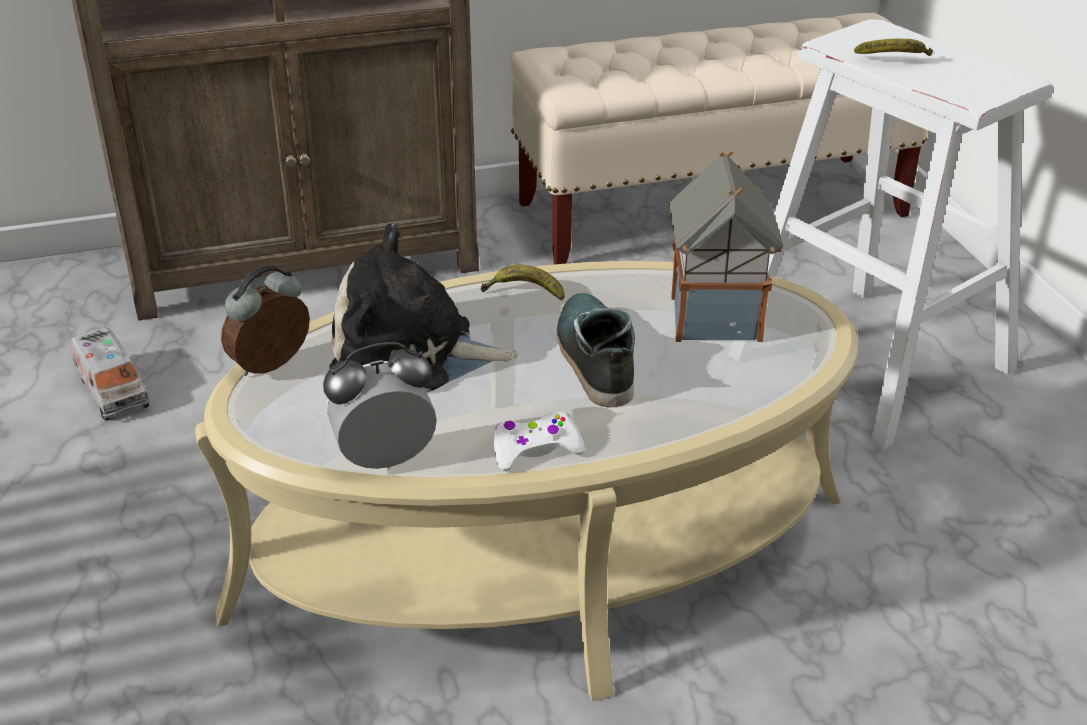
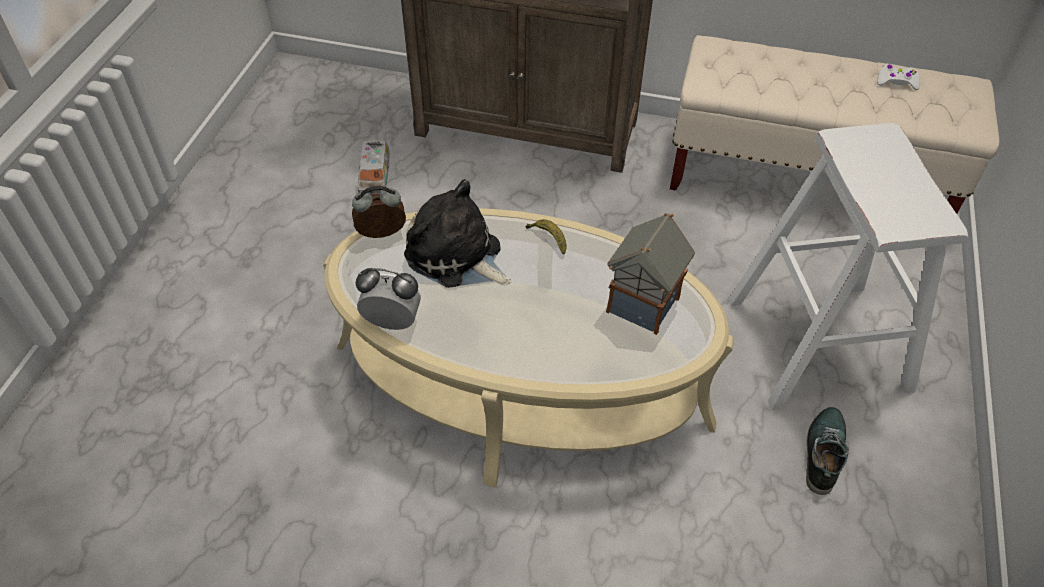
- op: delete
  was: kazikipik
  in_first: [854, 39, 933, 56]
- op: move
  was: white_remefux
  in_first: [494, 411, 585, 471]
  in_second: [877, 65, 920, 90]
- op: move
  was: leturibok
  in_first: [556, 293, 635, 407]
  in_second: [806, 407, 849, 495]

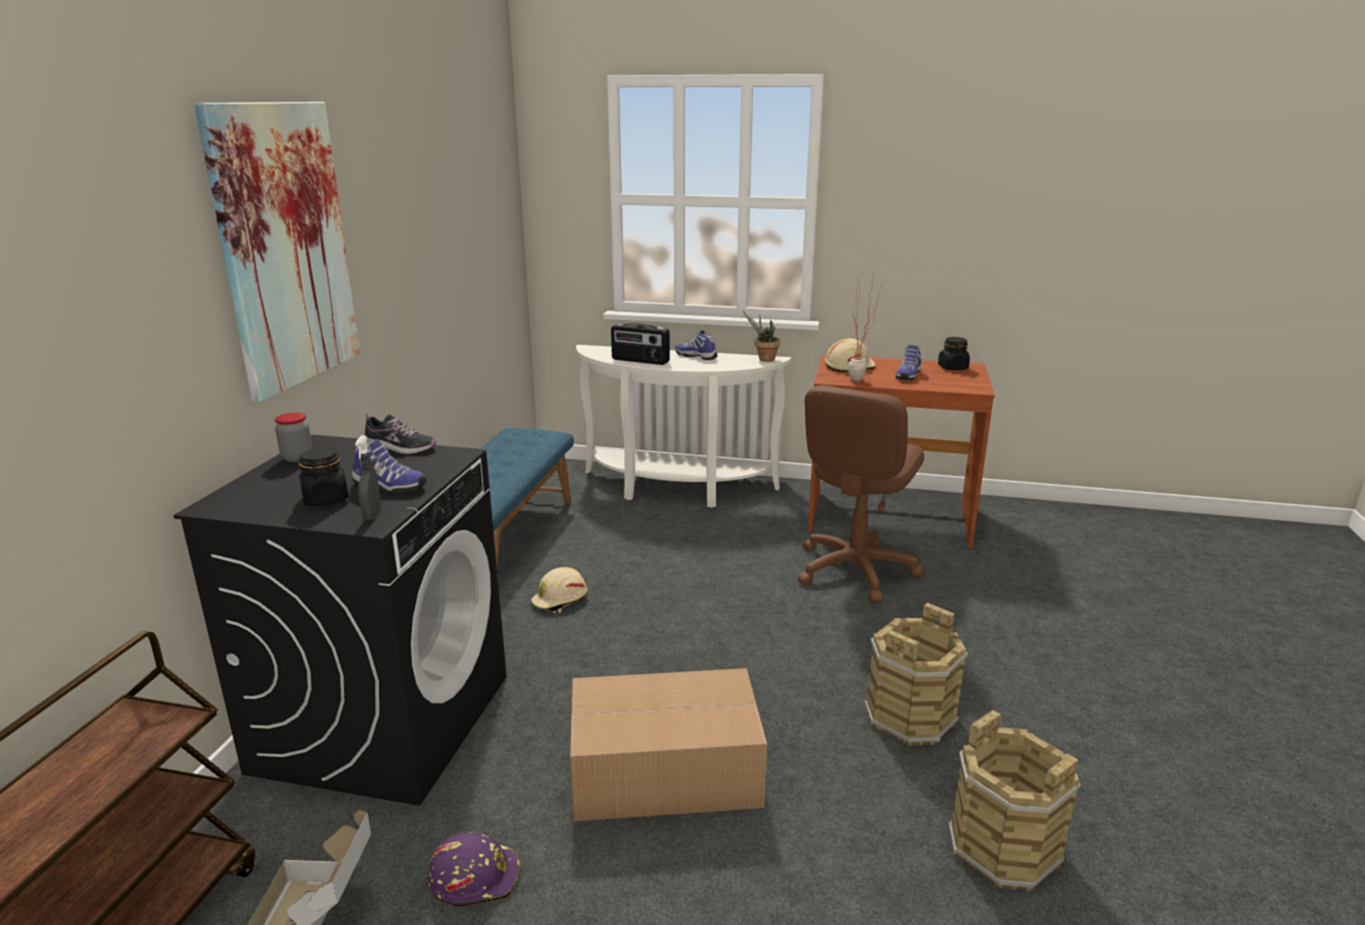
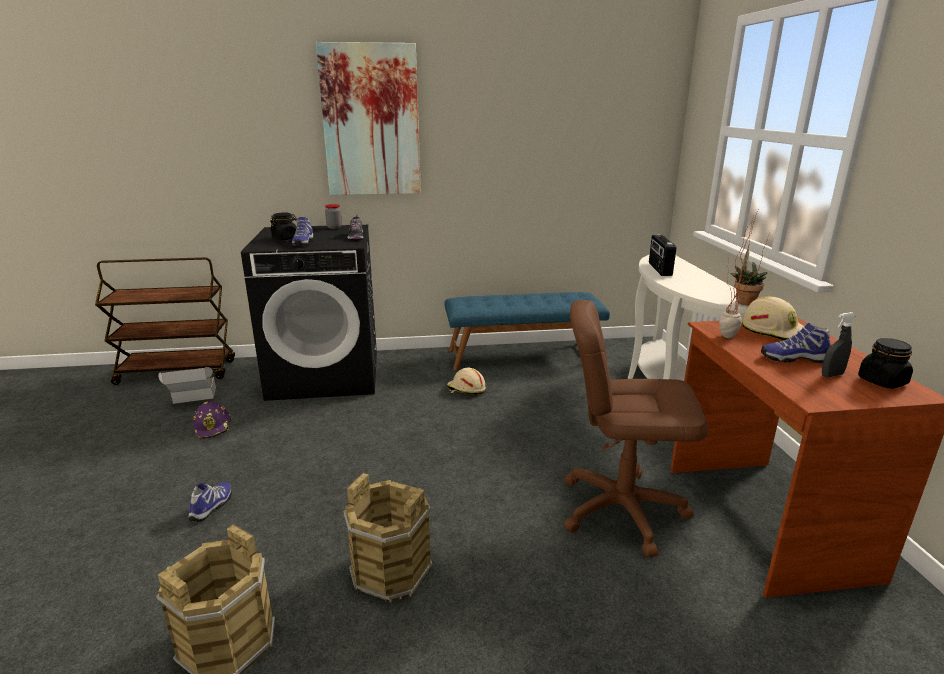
- op: delete
  was: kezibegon
  in_first: [570, 668, 767, 821]
- op: move
  was: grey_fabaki
  in_first: [355, 435, 381, 521]
  in_second: [822, 312, 856, 377]
- op: move
  was: leturibok
  in_first: [675, 330, 718, 360]
  in_second: [189, 482, 232, 522]

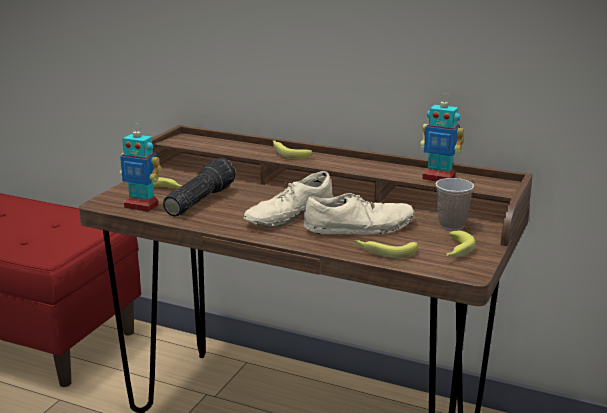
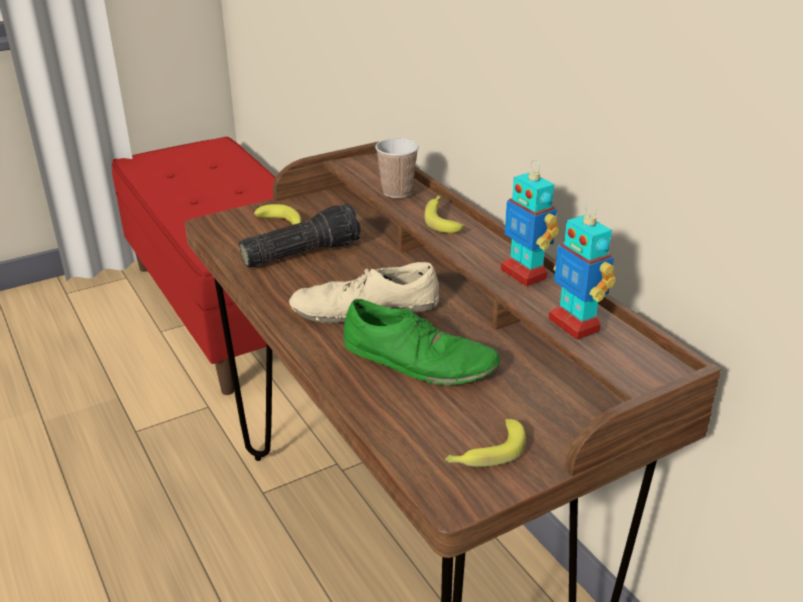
- op: delete
  was: kazikipik
  in_first: [355, 240, 418, 258]
- op: move
  was: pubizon
  in_first: [119, 123, 162, 212]
  in_second: [501, 160, 559, 287]
- op: move
  was: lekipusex
  in_first: [436, 178, 474, 230]
  in_second: [375, 138, 419, 198]
- op: recolor
  was: beige_leturibok
  now: green_leturibok
  in_first: [304, 193, 415, 235]
  in_second: [343, 299, 500, 385]

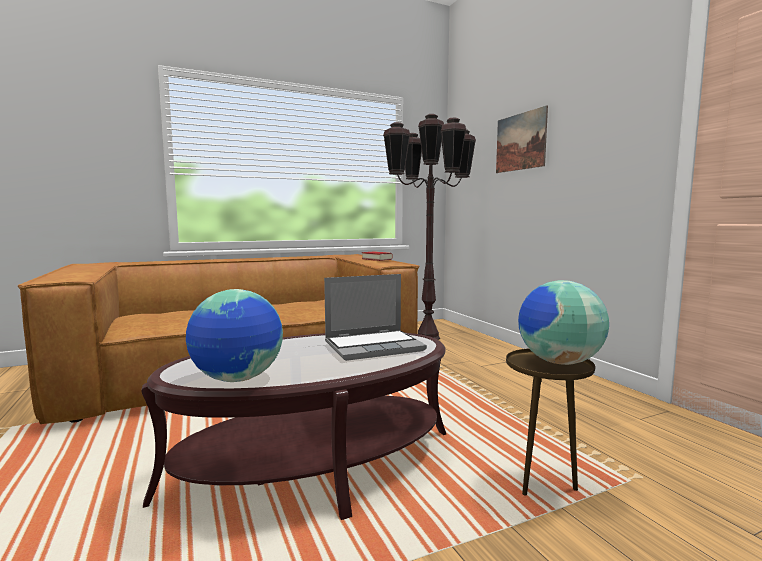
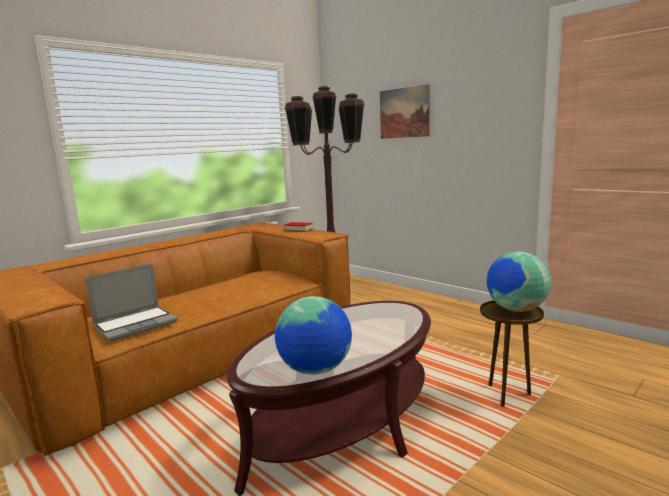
- op: move
  was: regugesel
  in_first: [324, 274, 427, 361]
  in_second: [85, 263, 178, 342]

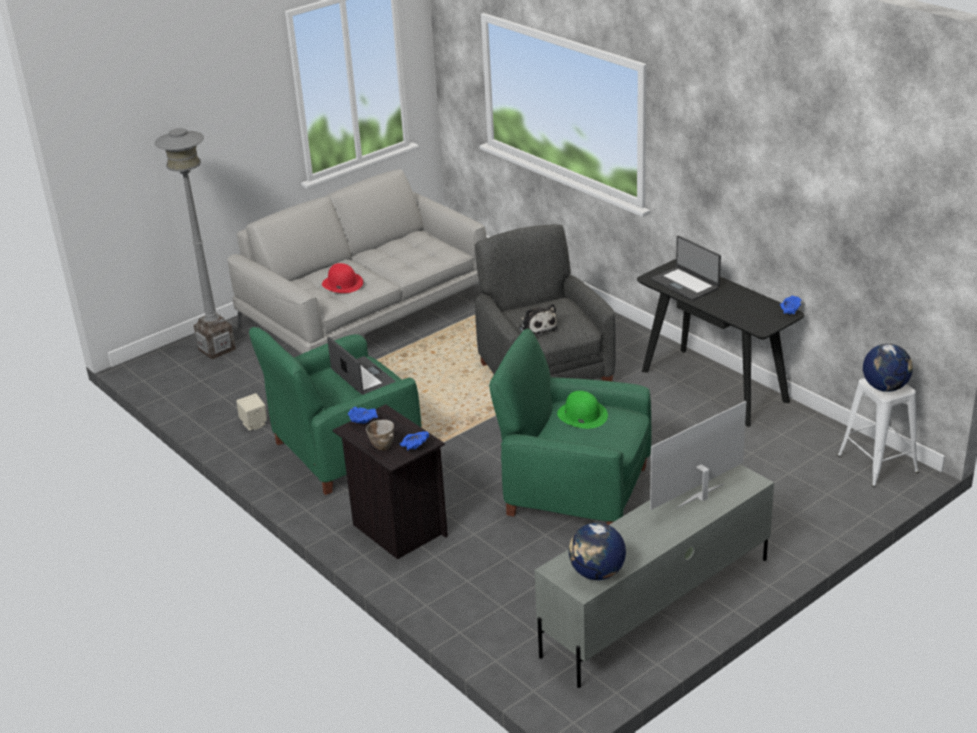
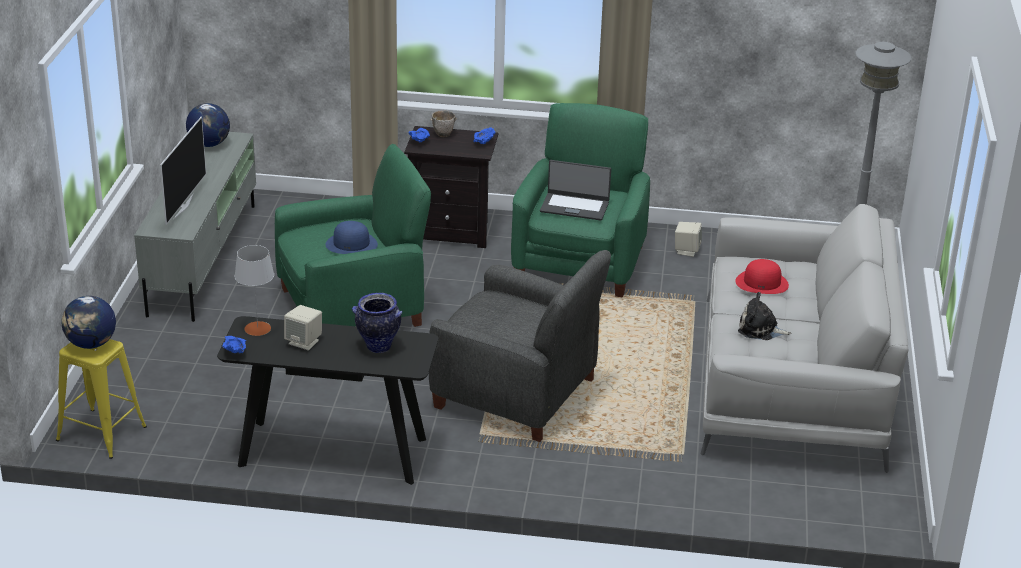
- op: insert
  now: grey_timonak
  in_second: [235, 245, 274, 336]
- op: insert
  now: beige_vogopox
  in_second: [284, 305, 322, 350]
- op: move
  was: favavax
  in_first: [519, 304, 558, 337]
  in_second: [738, 292, 792, 340]
- op: replace
  was: regugesel
  now: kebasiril
  in_first: [651, 236, 721, 301]
  in_second: [352, 293, 402, 353]
- op: recolor
  was: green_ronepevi
  now: blue_ronepevi
  in_first: [557, 391, 608, 429]
  in_second: [326, 221, 378, 254]
- op: recolor
  was: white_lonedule
  now: yellow_lonedule
  in_first: [837, 378, 919, 487]
  in_second: [56, 339, 147, 459]

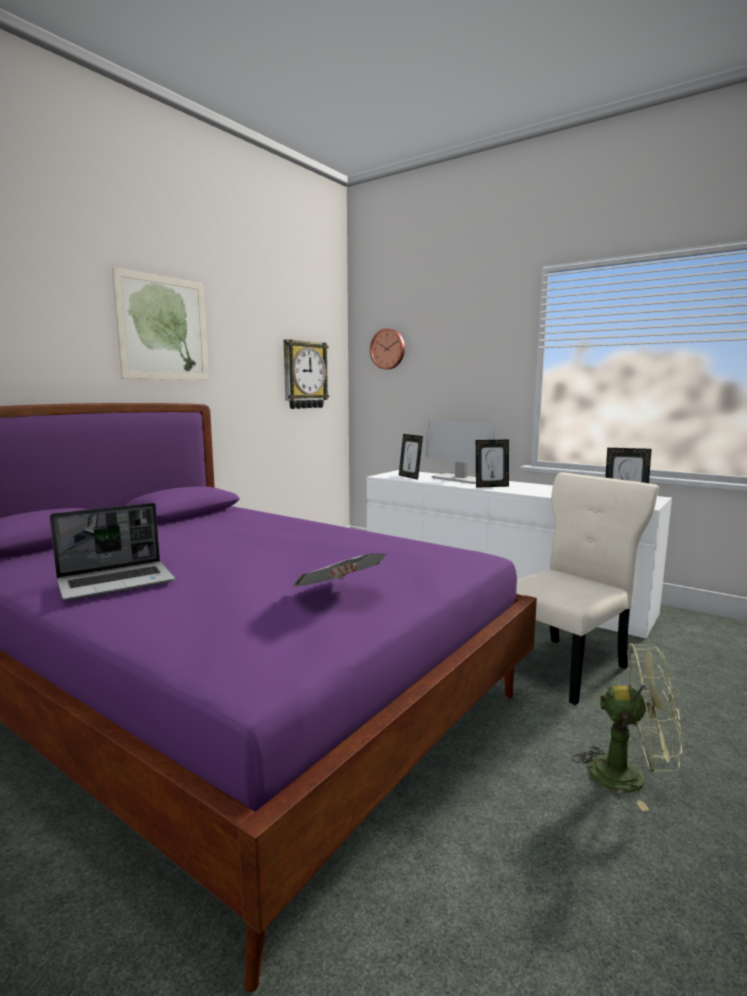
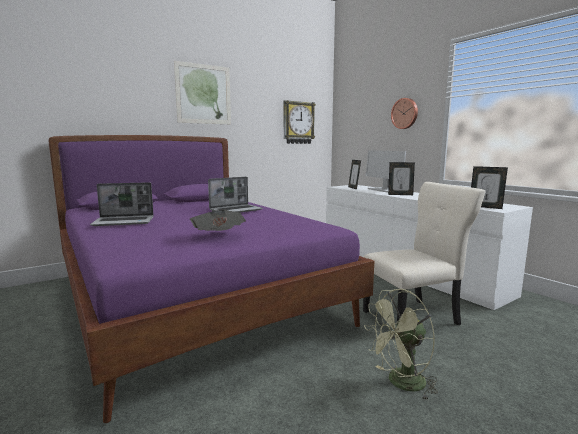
- op: insert
  now: regugesel
  in_second: [208, 177, 263, 213]
- op: move
  was: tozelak
  in_first: [370, 328, 405, 369]
  in_second: [391, 98, 418, 129]
- op: rotate
  was: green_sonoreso
  in_first: [572, 643, 682, 811]
  in_second: [364, 289, 438, 400]
  clockwise: 120

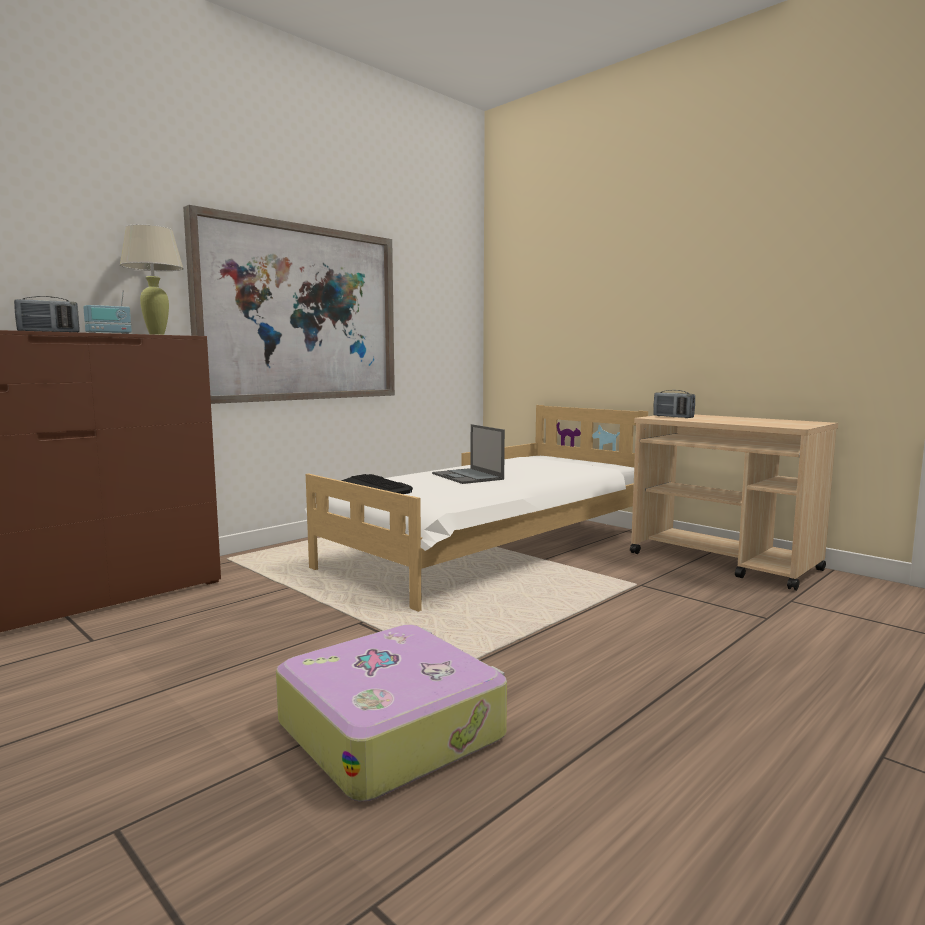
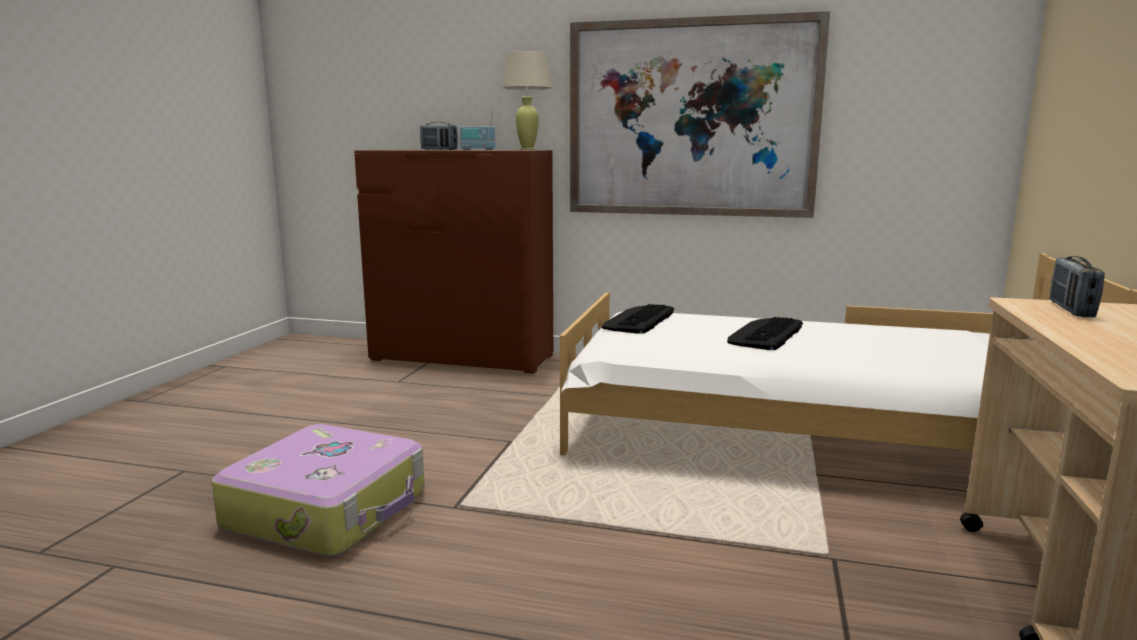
- op: replace
  was: regugesel
  now: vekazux
  in_first: [432, 424, 505, 484]
  in_second: [727, 317, 803, 350]

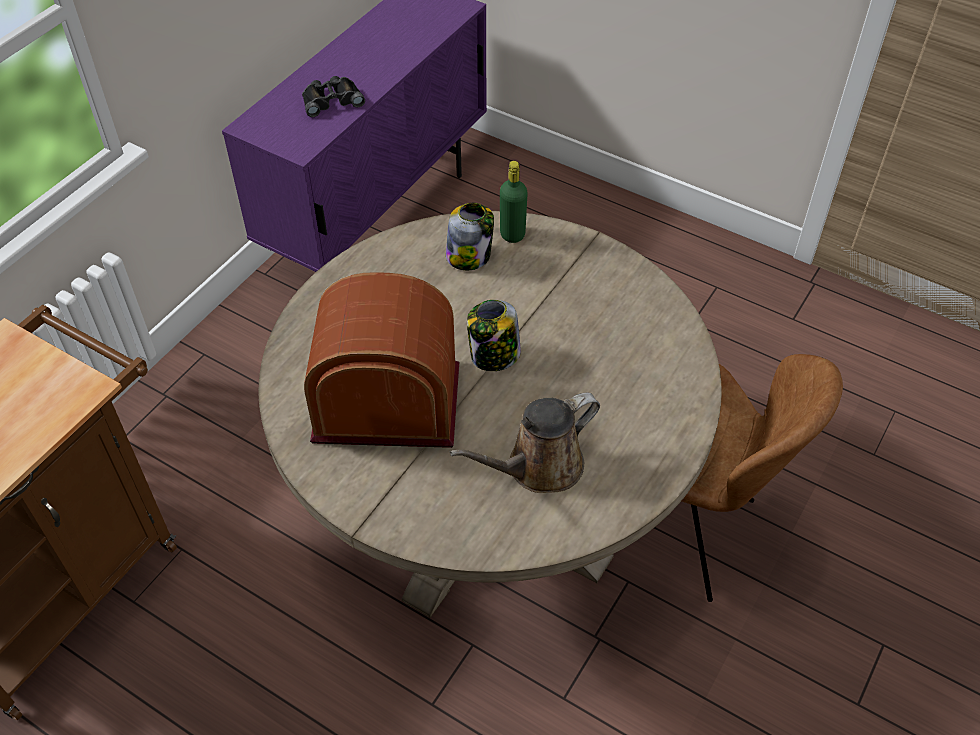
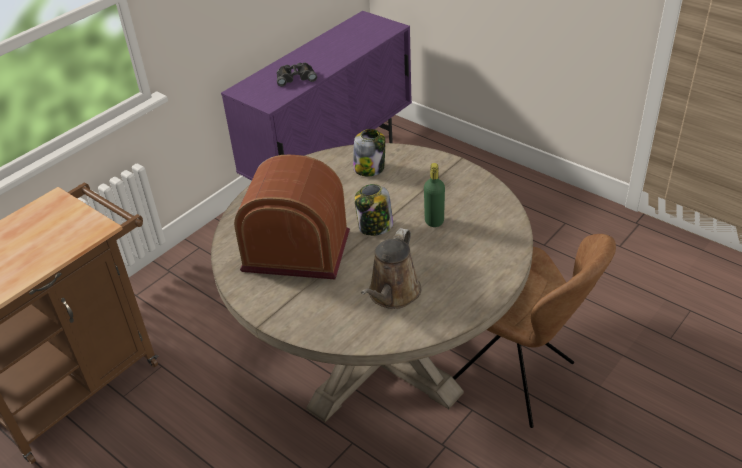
- op: move
  was: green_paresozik
  in_first: [500, 161, 528, 243]
  in_second: [424, 163, 445, 227]
- op: rotate
  was: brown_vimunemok
  in_first: [449, 393, 600, 493]
  in_second: [361, 228, 421, 309]
  clockwise: -45

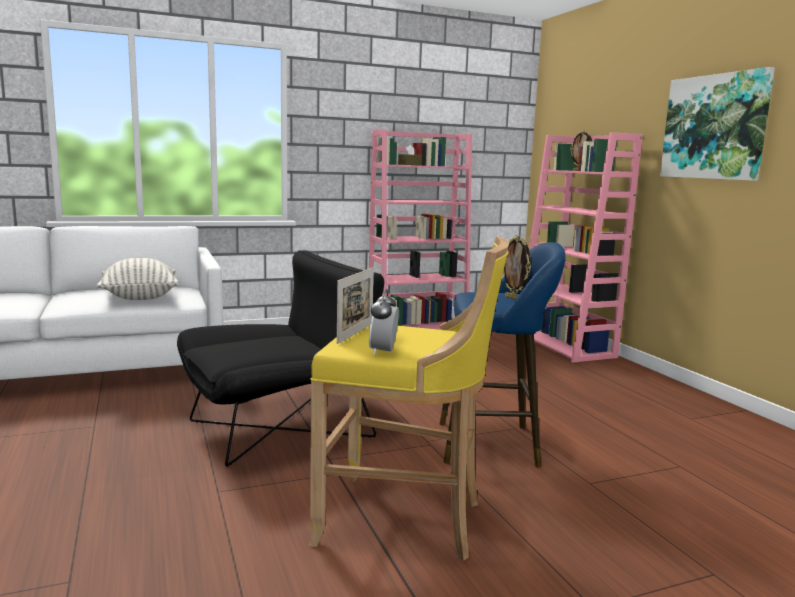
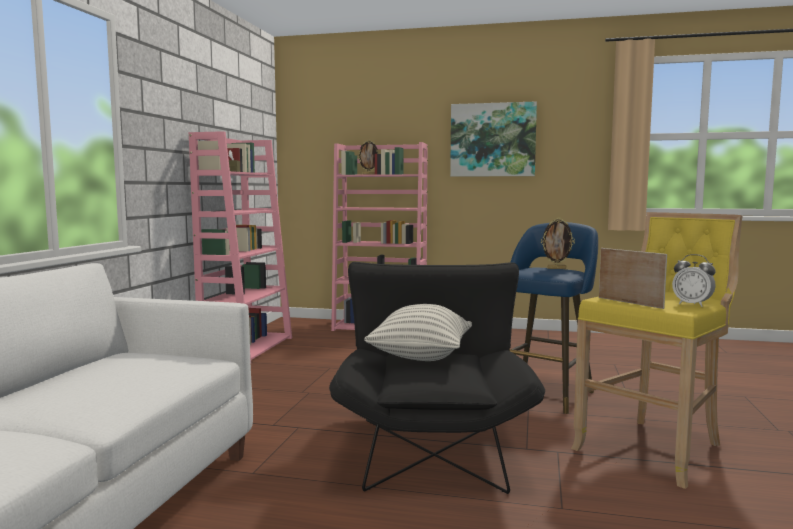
- op: move
  was: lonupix
  in_first: [97, 258, 179, 300]
  in_second: [364, 304, 472, 361]

